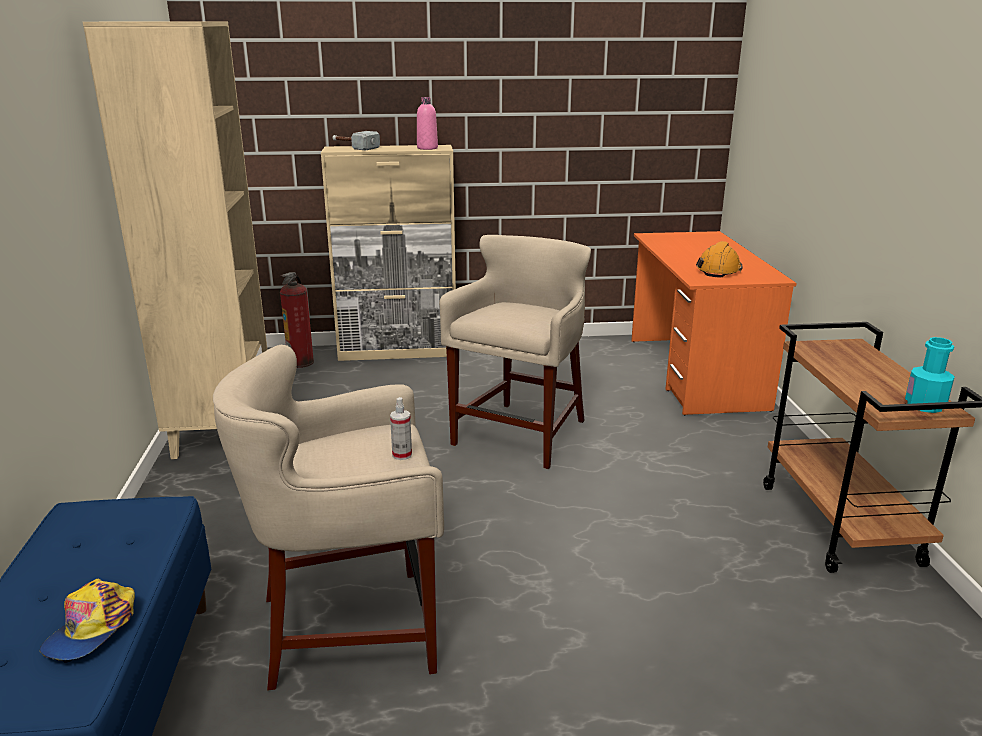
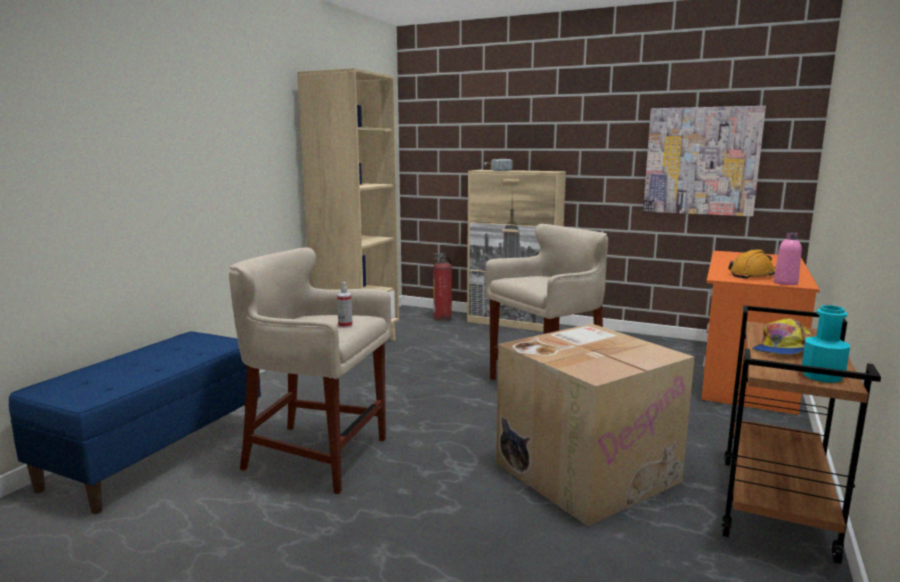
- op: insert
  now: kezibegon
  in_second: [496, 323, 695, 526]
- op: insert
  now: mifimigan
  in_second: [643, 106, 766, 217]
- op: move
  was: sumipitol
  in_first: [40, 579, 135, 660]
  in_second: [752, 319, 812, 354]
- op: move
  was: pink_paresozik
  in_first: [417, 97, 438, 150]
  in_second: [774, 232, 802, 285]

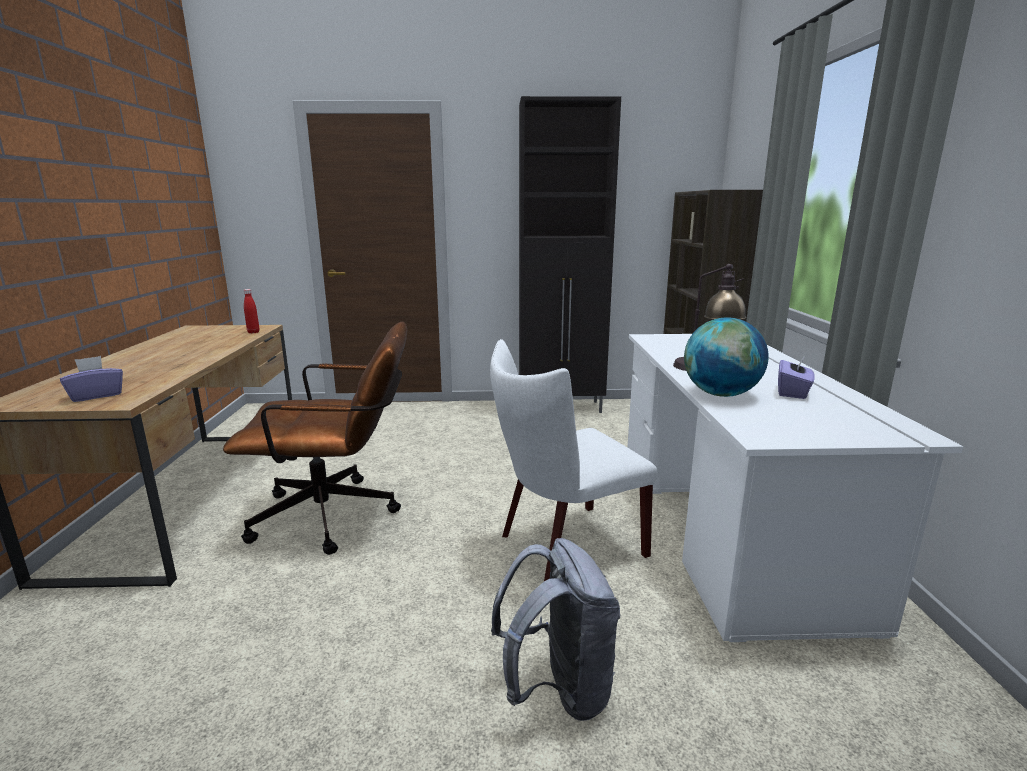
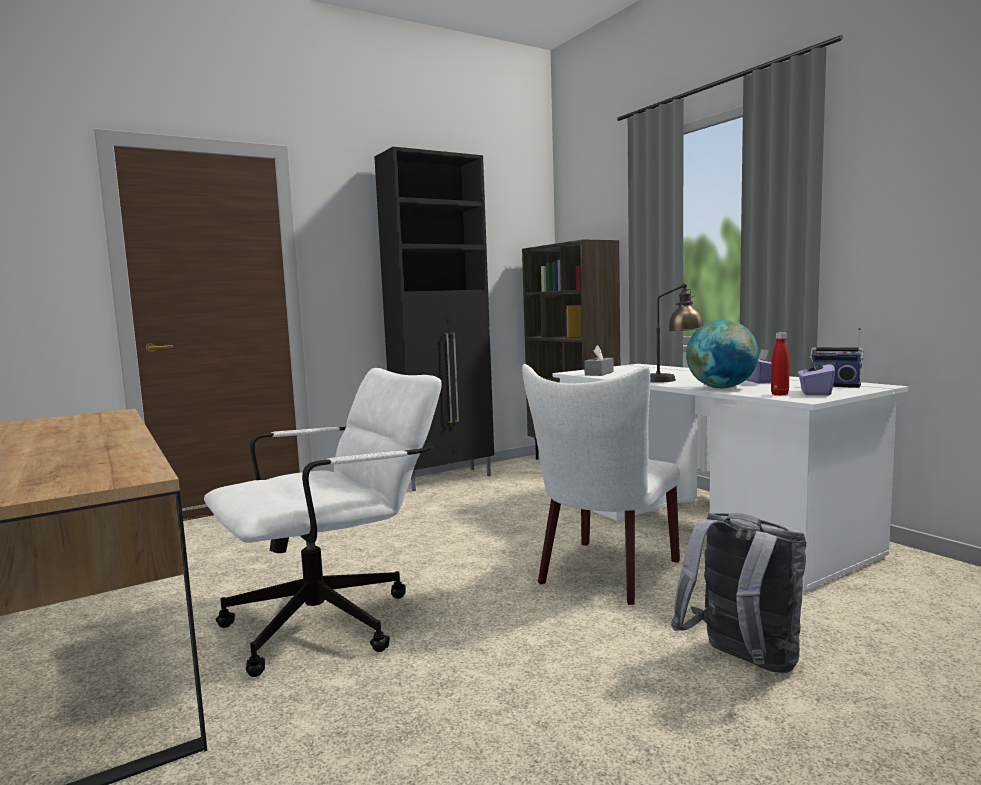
- op: insert
  now: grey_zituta
  in_second: [584, 345, 614, 376]
- op: insert
  now: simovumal
  in_second: [809, 328, 864, 388]
- op: move
  was: purple_zituta
  in_first: [60, 356, 123, 402]
  in_second: [798, 357, 835, 395]
- op: move
  was: red_paresozik
  in_first: [244, 289, 260, 333]
  in_second: [771, 332, 790, 395]
- op: recolor
  was: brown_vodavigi
  now: white_vodavigi
  in_first: [223, 322, 407, 555]
  in_second: [204, 368, 442, 677]

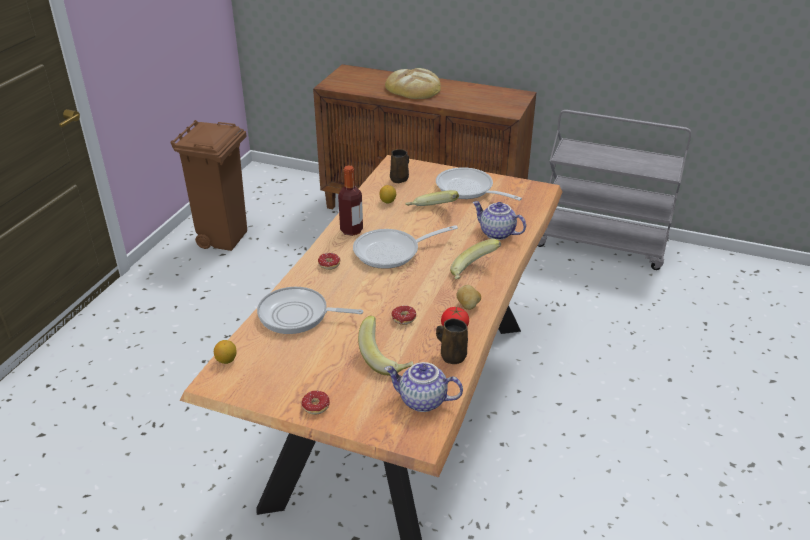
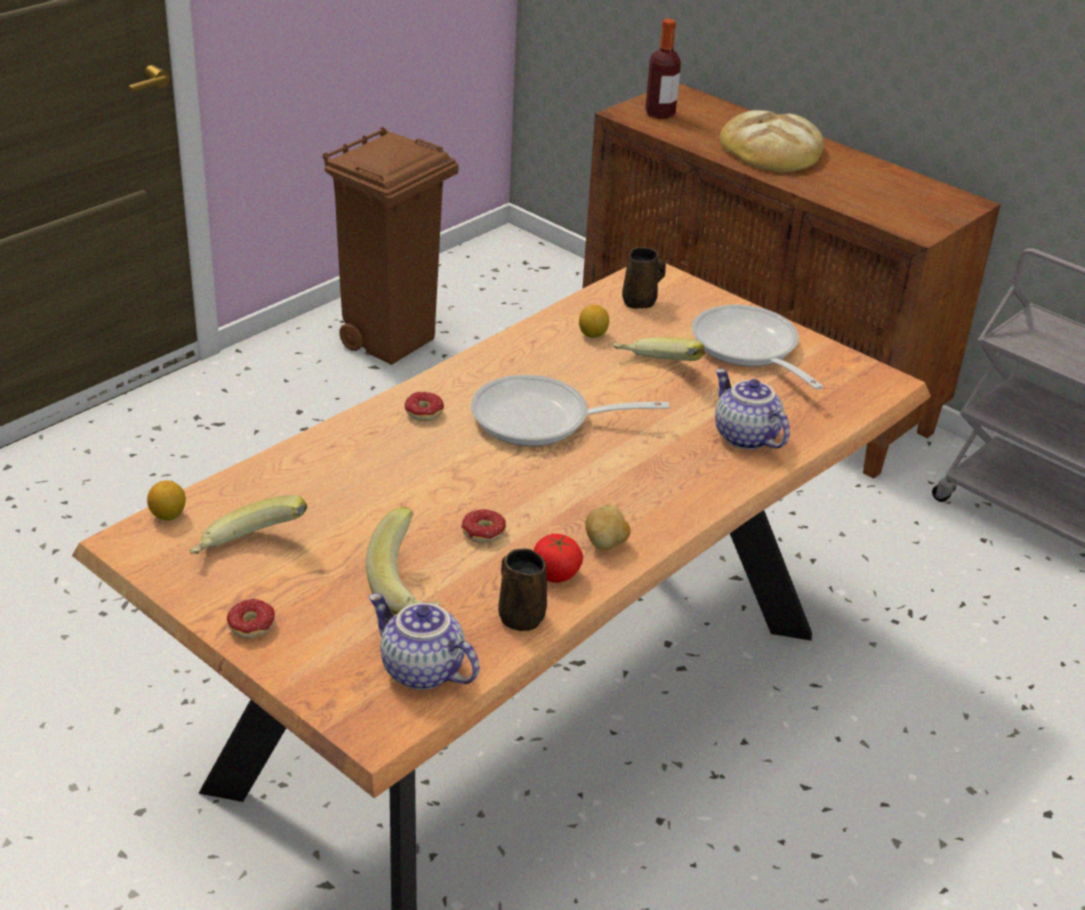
- op: delete
  was: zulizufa
  in_first: [257, 287, 363, 334]
- op: move
  was: paresozik
  in_first: [338, 165, 363, 236]
  in_second: [645, 19, 681, 119]
- op: move
  was: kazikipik
  in_first: [450, 239, 501, 279]
  in_second: [189, 495, 307, 554]

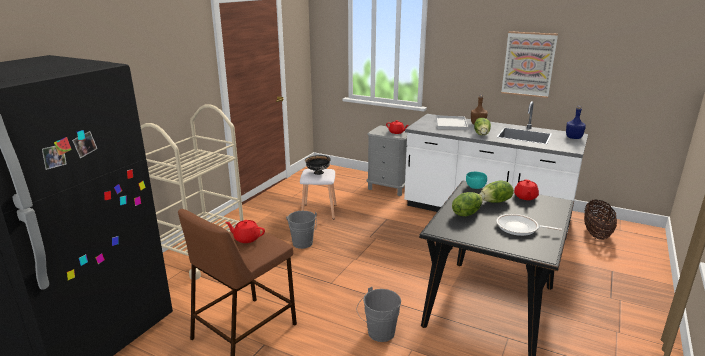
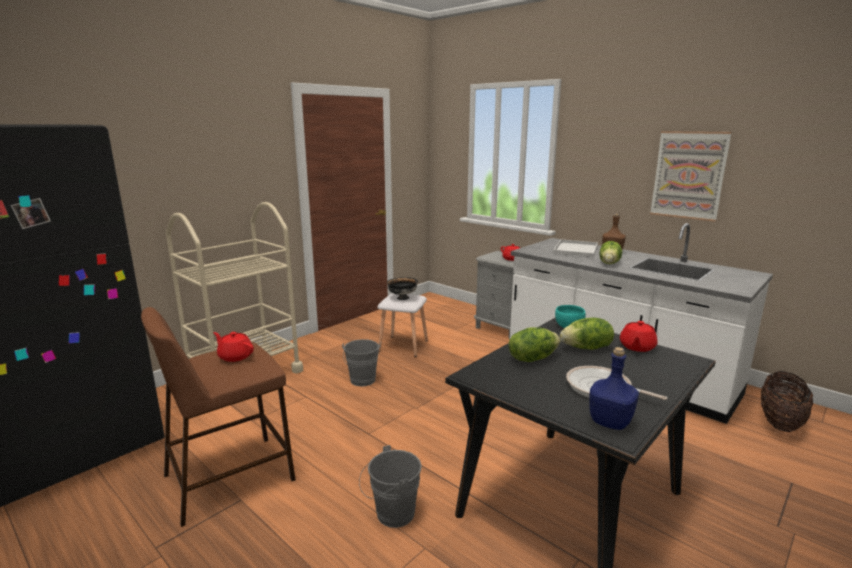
- op: move
  was: blue_paresozik
  in_first: [566, 106, 586, 139]
  in_second: [589, 347, 639, 430]

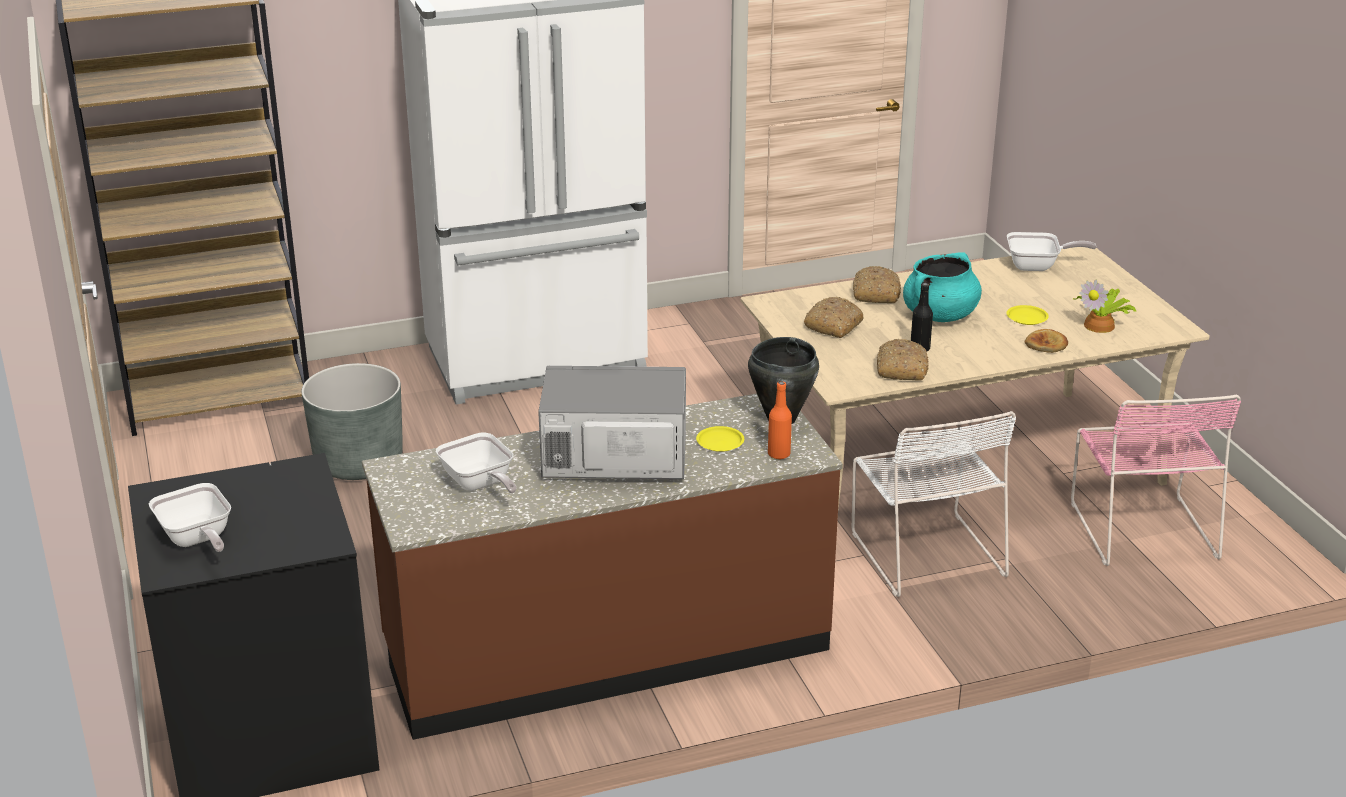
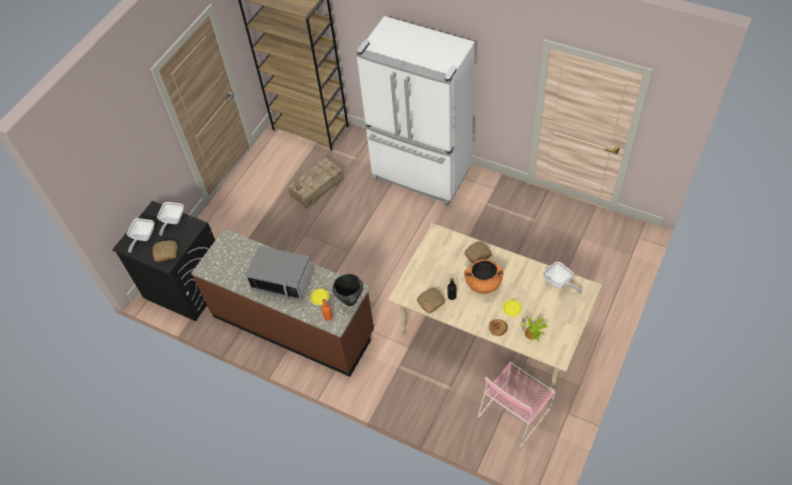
- op: delete
  was: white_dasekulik
  in_first: [852, 411, 1016, 597]
- op: move
  was: zulizufa
  in_first: [436, 433, 516, 493]
  in_second: [157, 202, 184, 236]
- op: move
  was: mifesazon
  in_first: [804, 297, 863, 338]
  in_second: [153, 240, 178, 262]
- op: replace
  was: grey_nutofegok
  now: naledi
  in_first: [301, 363, 403, 480]
  in_second: [288, 157, 344, 209]
- op: recolor
  was: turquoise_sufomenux
  now: orange_sufomenux
  in_first: [903, 252, 982, 322]
  in_second: [464, 259, 504, 294]
- op: rotate
  was: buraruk
  in_first: [538, 366, 686, 479]
  in_second: [245, 246, 313, 301]
  clockwise: 150

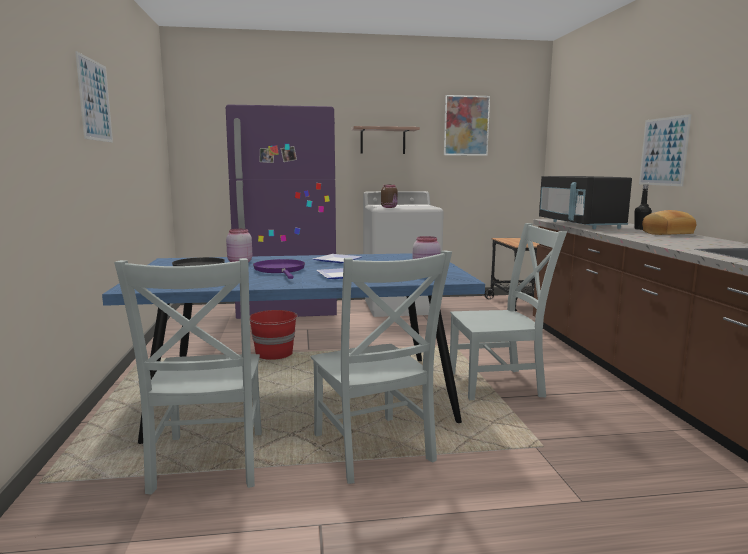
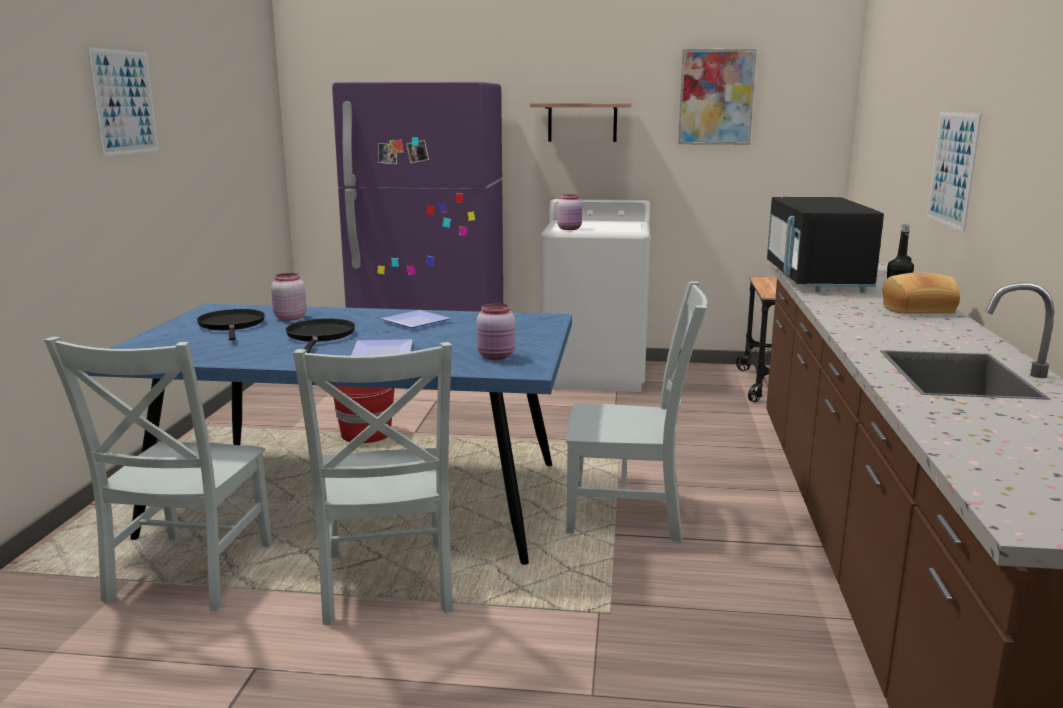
- op: recolor
  was: purple_zulizufa
  now: black_zulizufa
  in_first: [253, 259, 305, 279]
  in_second: [285, 318, 355, 353]
- op: recolor
  was: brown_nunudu
  now: pink_nunudu
  in_first: [381, 185, 398, 208]
  in_second: [557, 194, 582, 230]

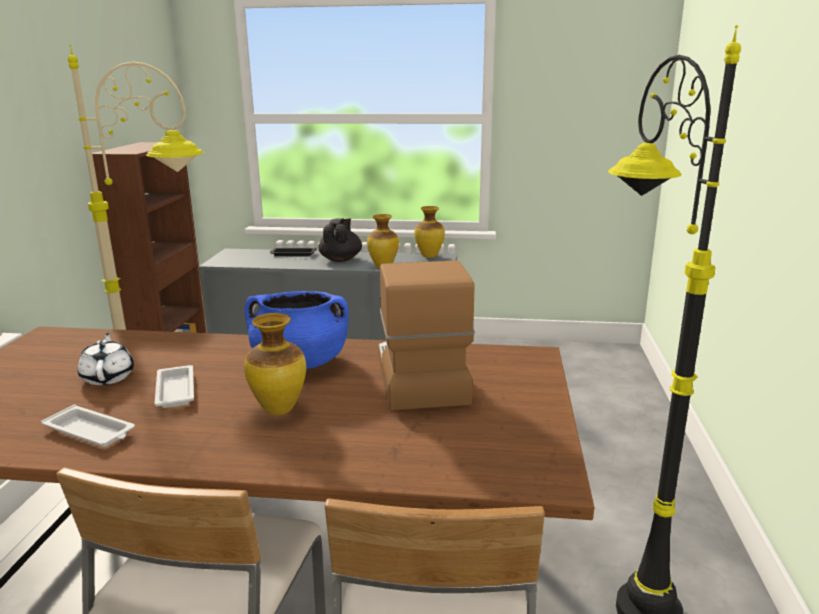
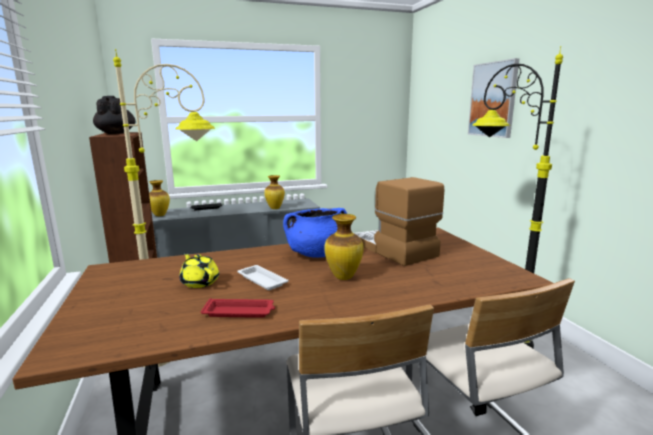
- op: insert
  now: mifimigan
  in_second: [468, 58, 520, 138]
- op: move
  was: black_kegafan
  in_first: [319, 218, 362, 262]
  in_second: [93, 96, 136, 134]
- op: move
  was: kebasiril
  in_first: [415, 206, 445, 258]
  in_second: [149, 180, 170, 216]
- op: recolor
  was: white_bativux
  now: red_bativux
  in_first: [41, 404, 135, 447]
  in_second: [201, 298, 275, 317]
- op: recolor
  was: white_kegafan
  now: yellow_kegafan
  in_first: [78, 333, 134, 385]
  in_second: [180, 253, 219, 288]

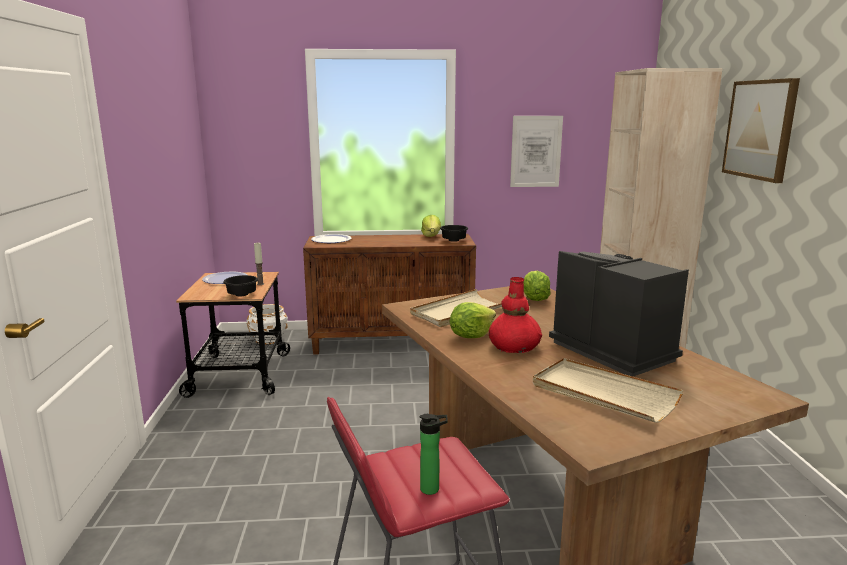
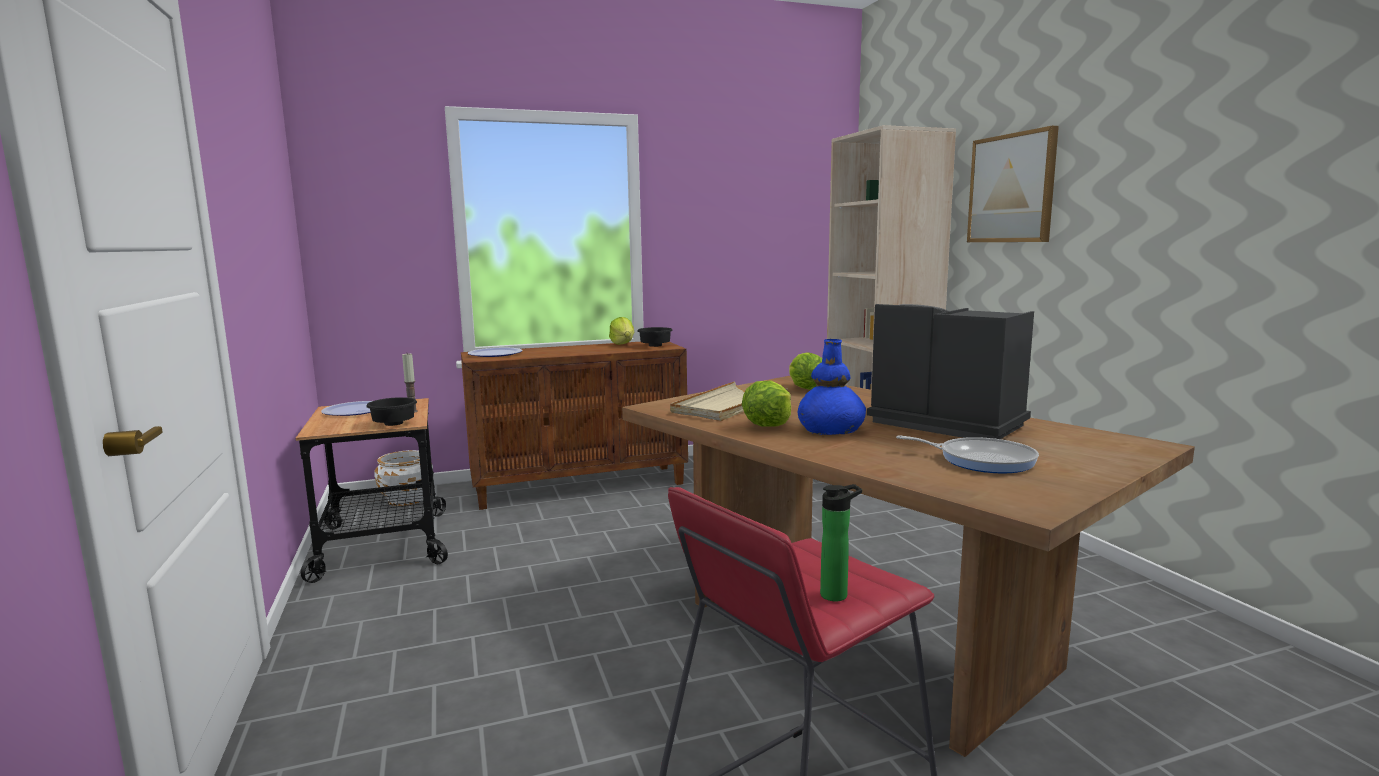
- op: delete
  was: mifimigan
  in_first: [510, 116, 563, 187]
- op: replace
  was: beige_bativux
  now: zulizufa
  in_first: [533, 358, 683, 423]
  in_second: [896, 436, 1039, 473]
- op: recolor
  was: red_kebasiril
  now: blue_kebasiril
  in_first: [489, 277, 542, 353]
  in_second: [798, 339, 866, 435]

